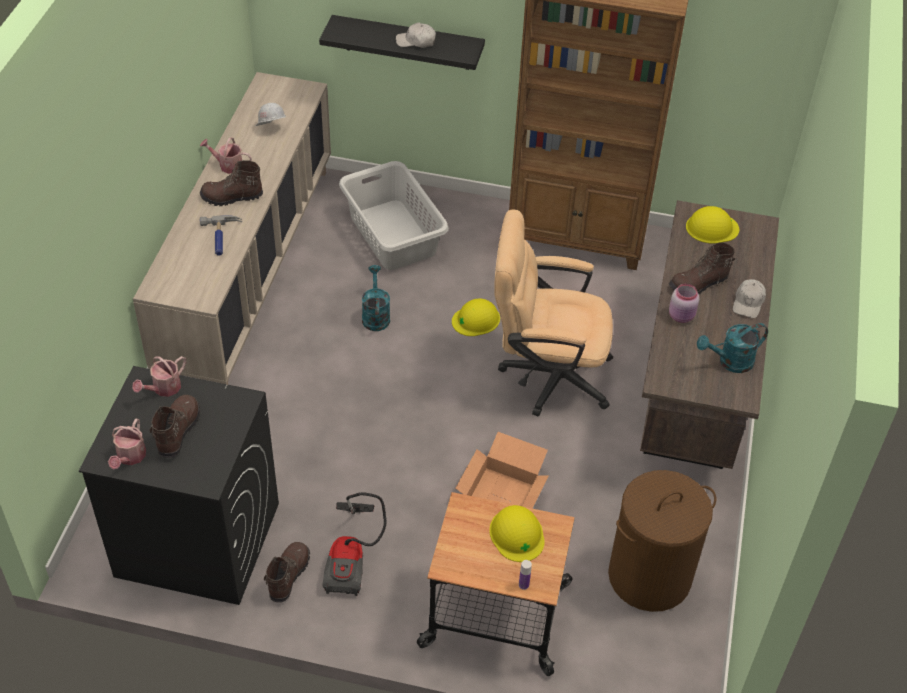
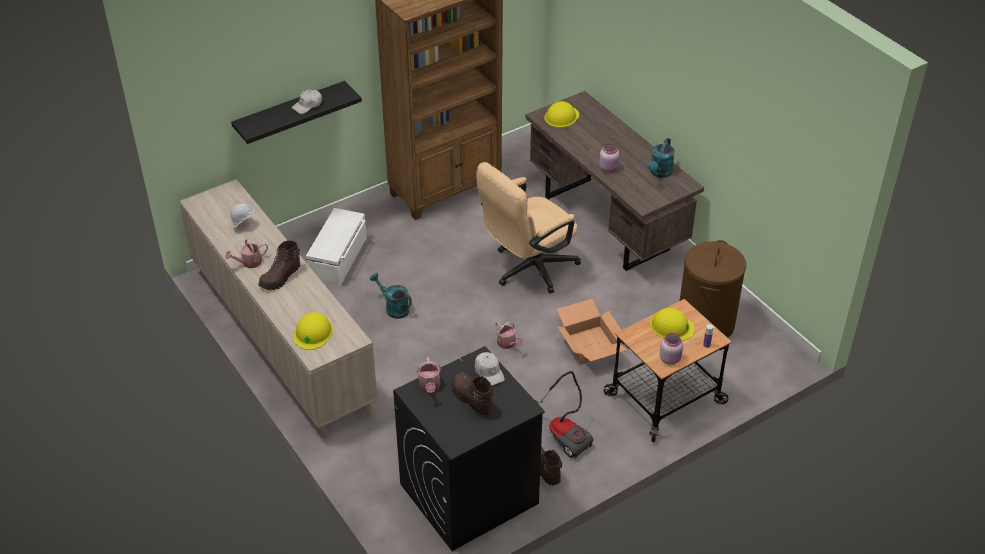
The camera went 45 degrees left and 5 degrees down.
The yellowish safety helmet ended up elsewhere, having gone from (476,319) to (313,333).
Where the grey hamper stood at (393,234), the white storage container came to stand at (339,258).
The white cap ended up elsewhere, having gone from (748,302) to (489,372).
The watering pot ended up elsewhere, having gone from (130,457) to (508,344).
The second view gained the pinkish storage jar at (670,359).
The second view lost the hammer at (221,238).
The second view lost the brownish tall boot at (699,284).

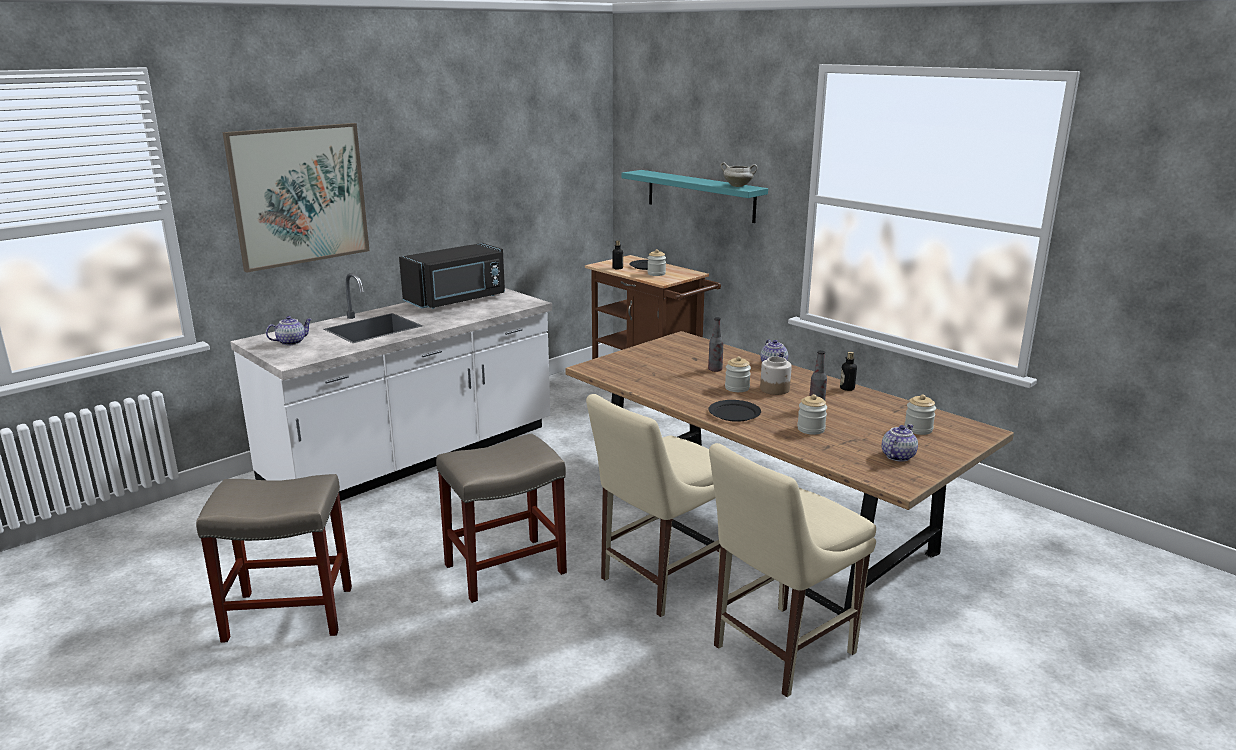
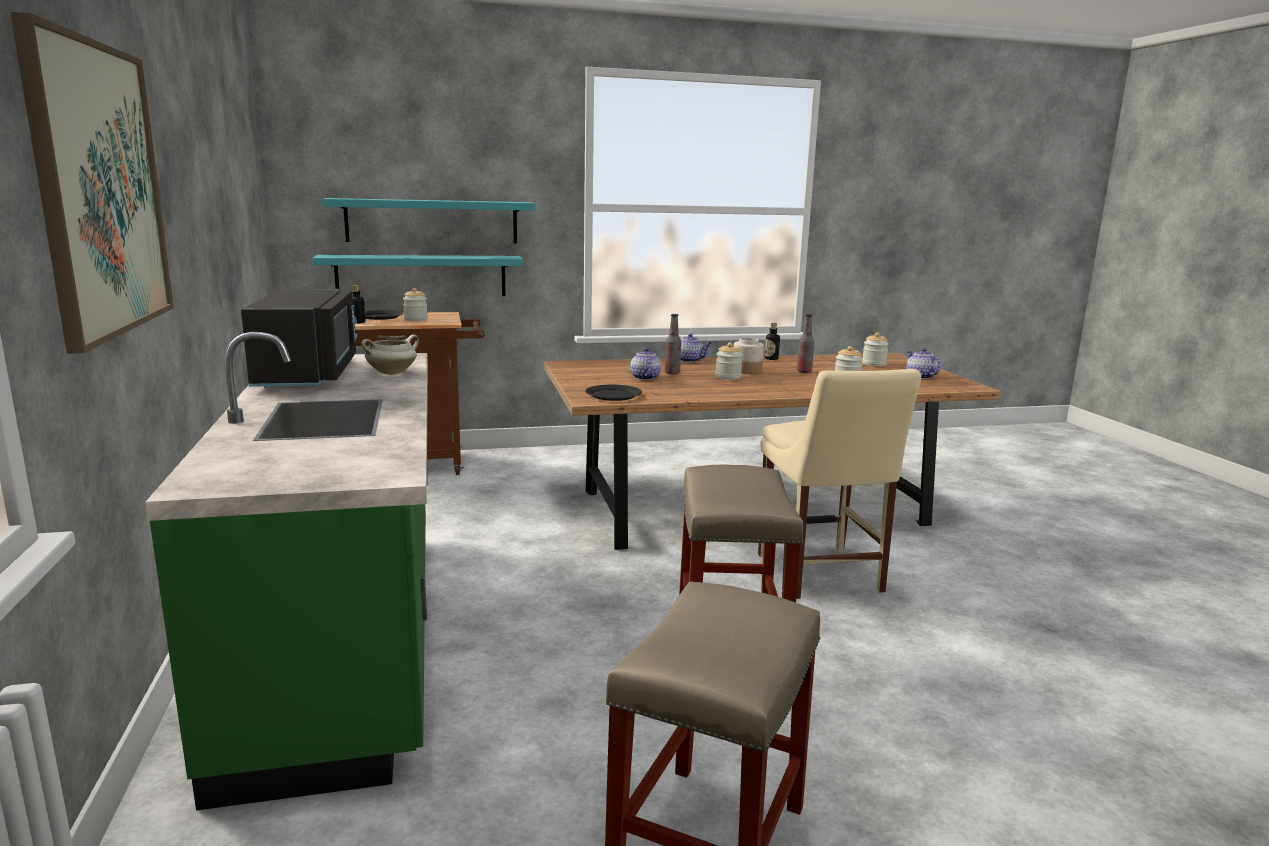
The camera went 60 degrees left and 5 degrees down.
What was the white counter at (414,457) turned into the green counter at (348,634).
The second view gained the blue-green wall shelf at (421,276).
The white cooking pot ended up elsewhere, having gone from (738,186) to (392,373).
The black dinner plate ended up elsewhere, having gone from (735,413) to (613,395).
The teapot ended up elsewhere, having gone from (291,342) to (644,378).
The second view lost the beige upright chair at (778,651).

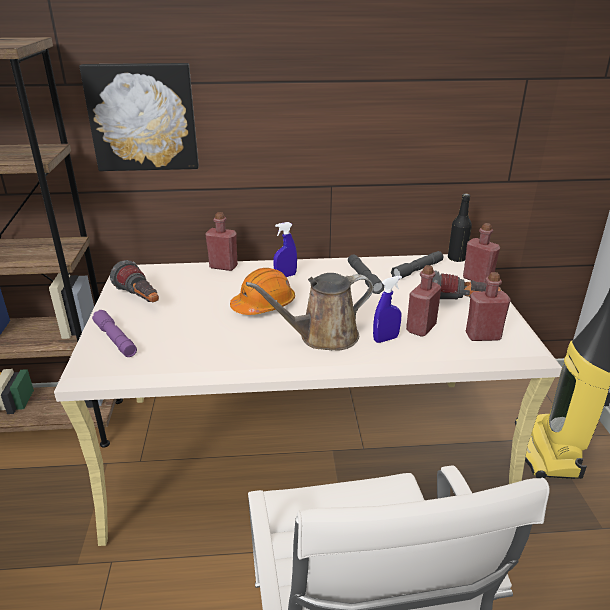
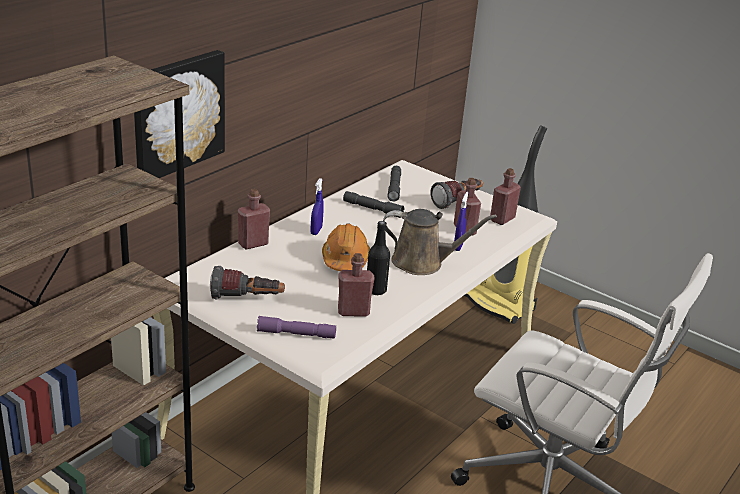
The camera went 50 degrees left and 0 degrees up.
The red-coloured beverage bottle ended up elsewhere, having gone from (477,279) to (353,312).
The black beverage bottle ended up elsewhere, having gone from (456,258) to (376,290).
The brownish watering pot at (323,337) ended up facing another way, 105 degrees counterclockwise from before.

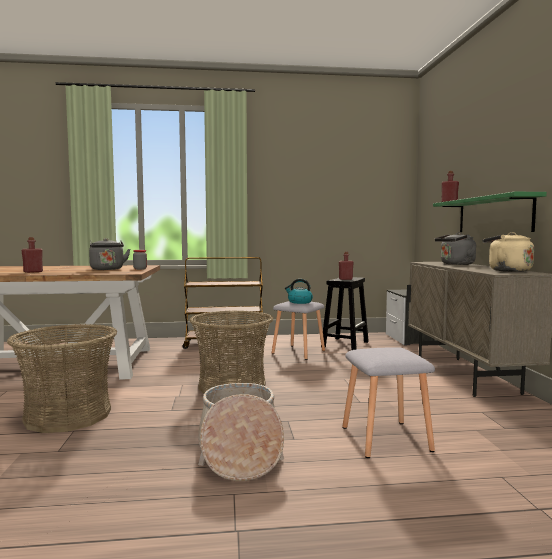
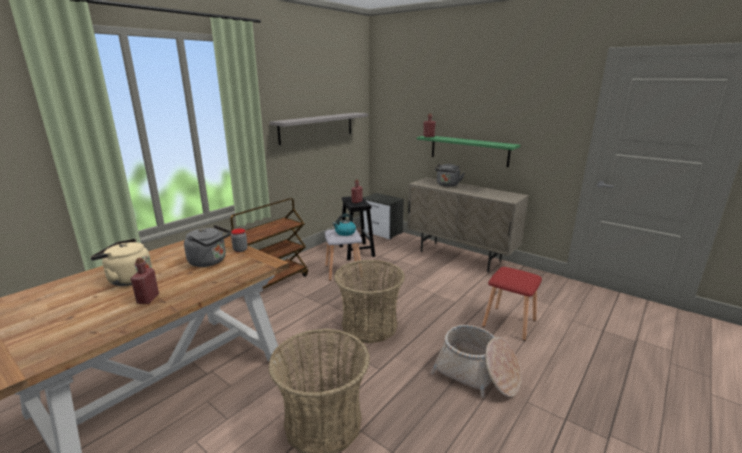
The camera went 45 degrees left and 15 degrees up.
The beige kettle ended up elsewhere, having gone from (506,270) to (127,279).
The second view gained the grey wall shelf at (317,127).
What was the grey stool at (384,438) turned into the red-coloured stool at (508,323).

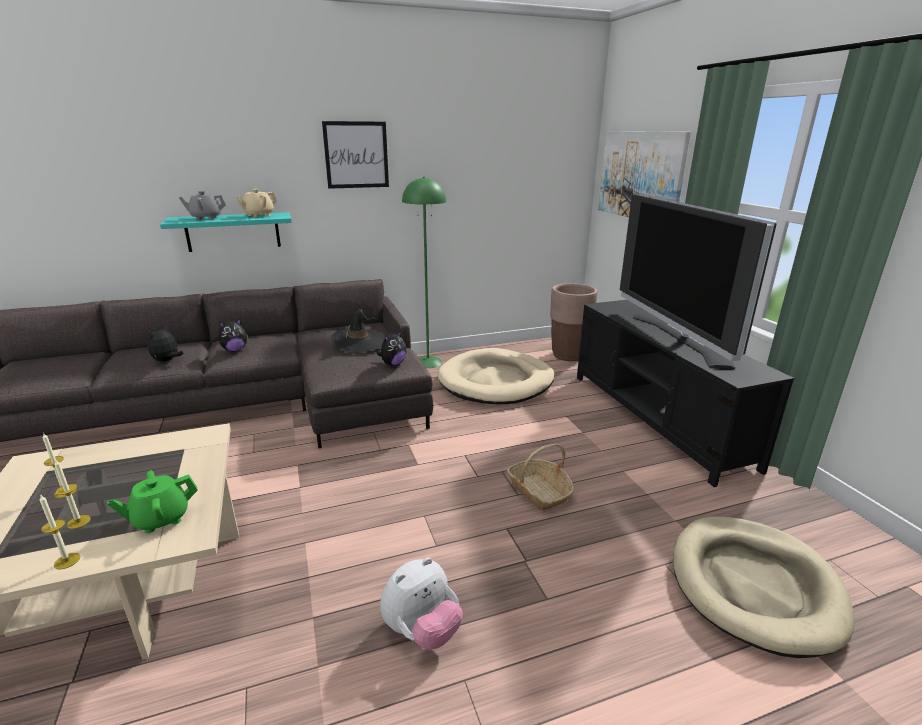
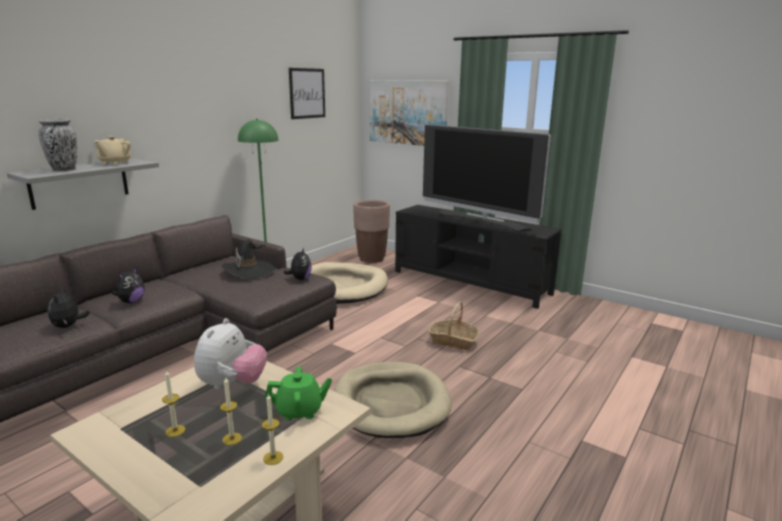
The camera went 35 degrees left and 5 degrees down.
What was the blue-green wall shelf at (233,232) turned into the grey wall shelf at (79,183).
Where the grey teapot stood at (206,218), the decorative vase came to stand at (64,169).
The soft toy ended up elsewhere, having gone from (422,630) to (232,384).
The green teapot at (161,519) ended up facing another way, 120 degrees counterclockwise from before.
The picture ended up elsewhere, having gone from (356,155) to (307,93).
The beige dog cushion ended up elsewhere, having gone from (754,585) to (391,403).

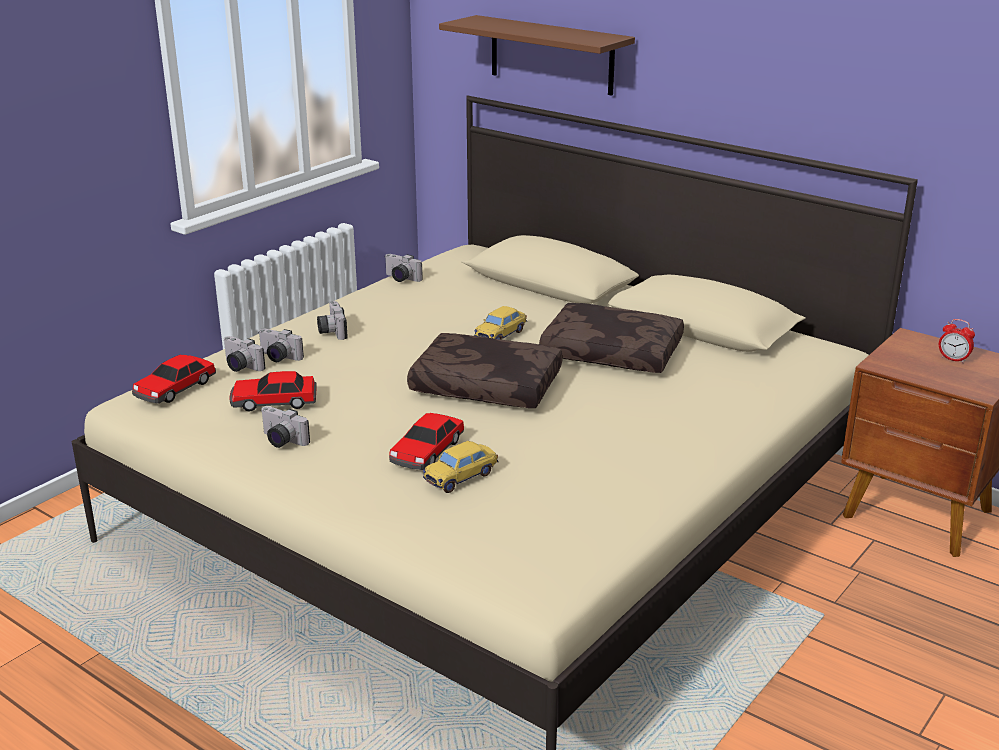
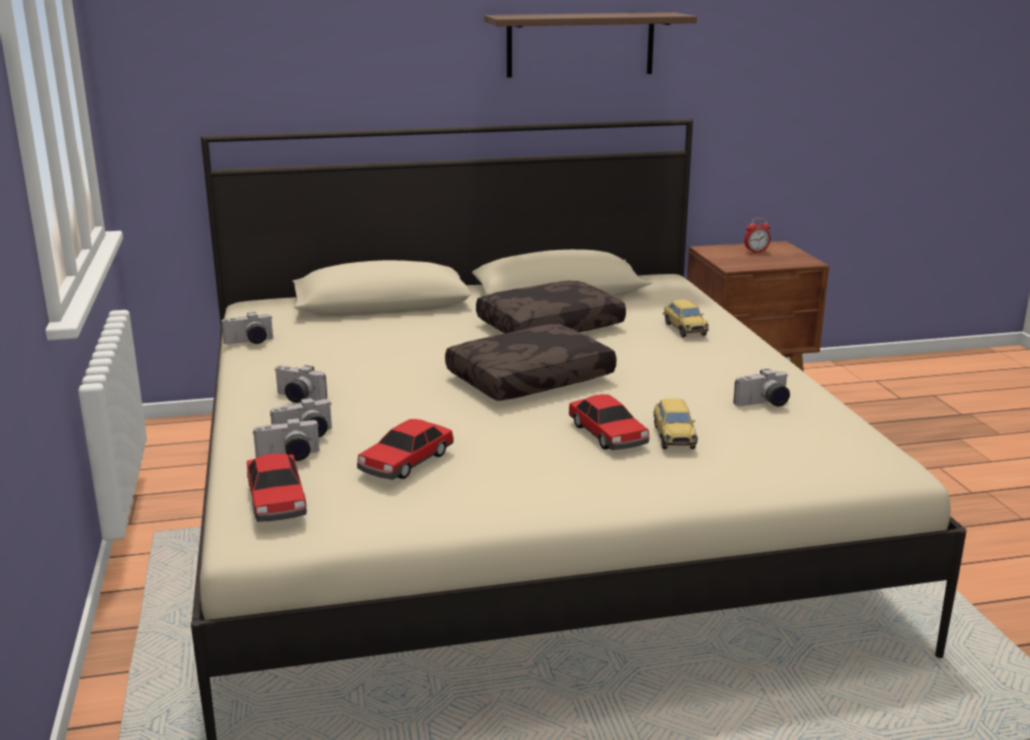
The camera went 50 degrees left and 5 degrees down.
The brownish wall shelf ended up elsewhere, having gone from (551,55) to (580,44).
The model car ended up elsewhere, having gone from (501,335) to (684,329).
The photo camera ended up elsewhere, having gone from (281,441) to (764,404).

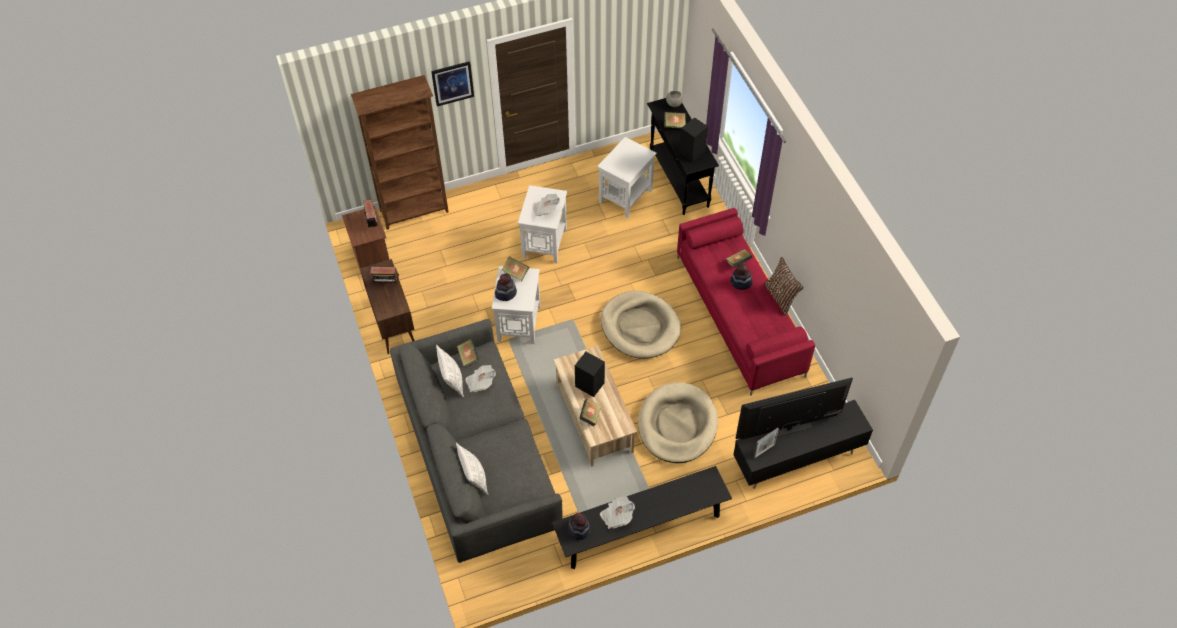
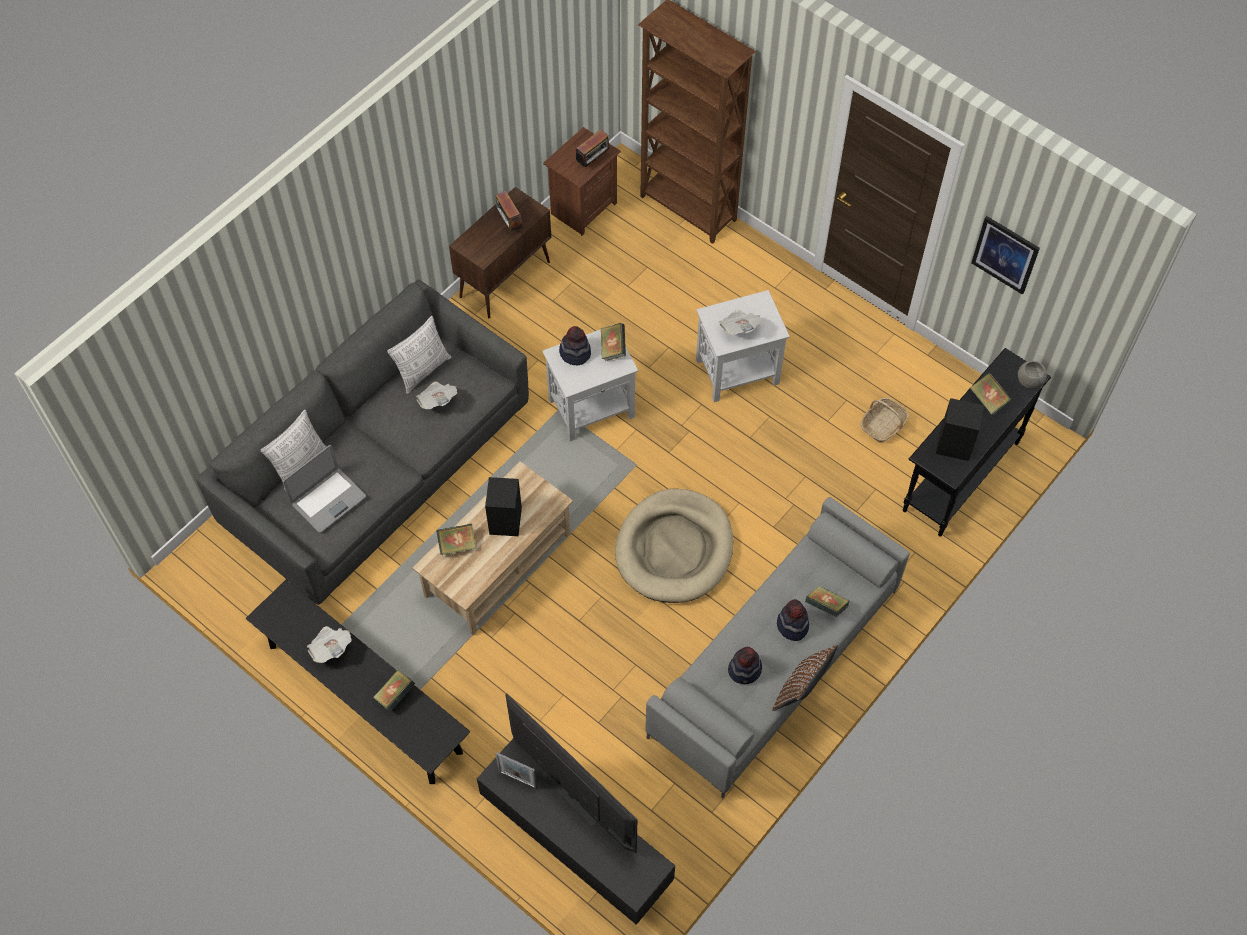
The camera went 60 degrees right and 5 degrees up.
The second view gained the laptop at (328,500).
The book ended up elsewhere, having gone from (468,357) to (395,695).
What was the red-coloured sofa at (740,316) turned into the grey sofa at (774,664).
The clothing hat ended up elsewhere, having gone from (579,529) to (745,670).
Where the white side table stood at (625,196), the household basket came to stand at (883,425).
The picture ended up elsewhere, having gone from (452,83) to (1005,254).
The second view lost the beige dog cushion at (677,425).

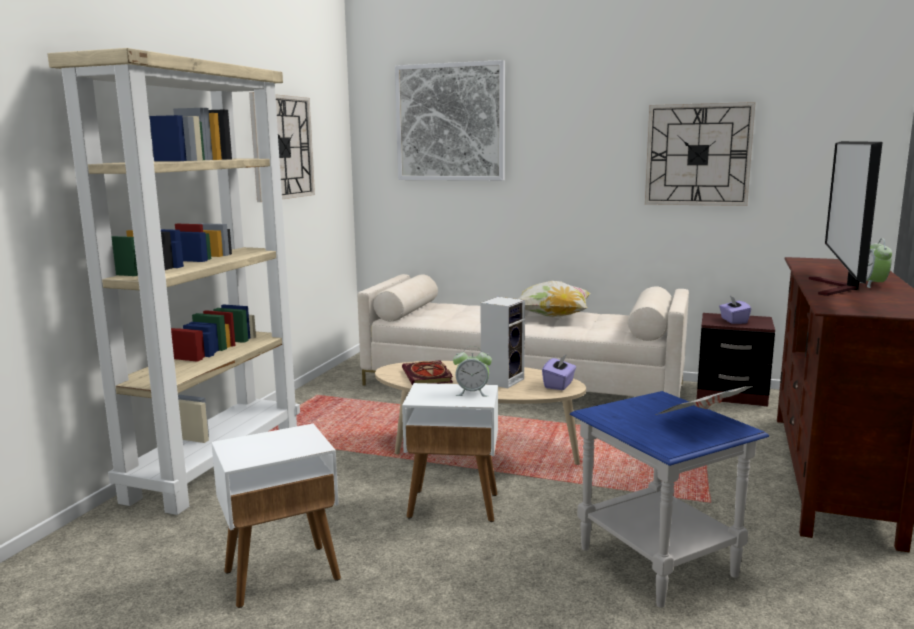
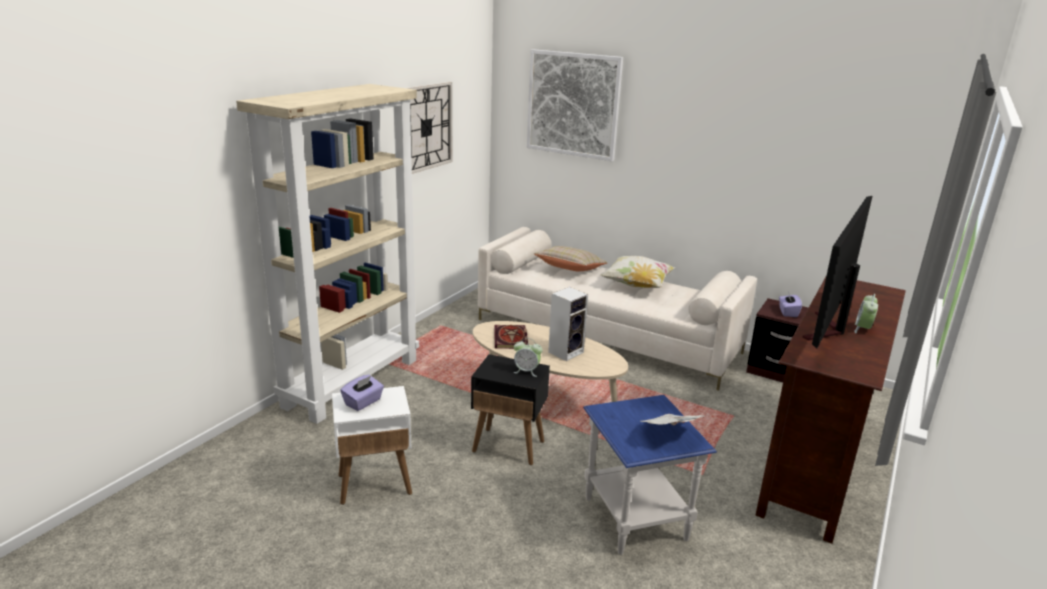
The camera went 10 degrees right and 10 degrees up.
The purple tissue holder ended up elsewhere, having gone from (559,385) to (363,402).
What was the white side table at (454,505) turned into the black side table at (509,446).
The second view gained the beige cushion at (570,270).
The second view lost the clock on the wall at (698,155).

